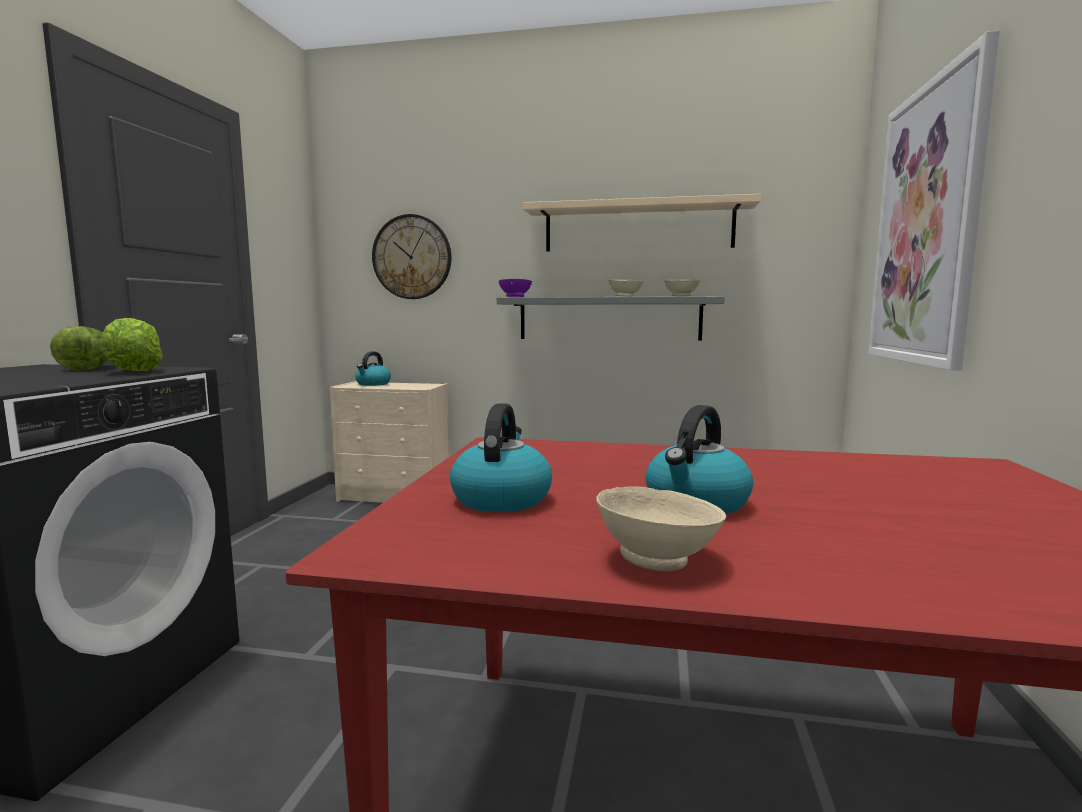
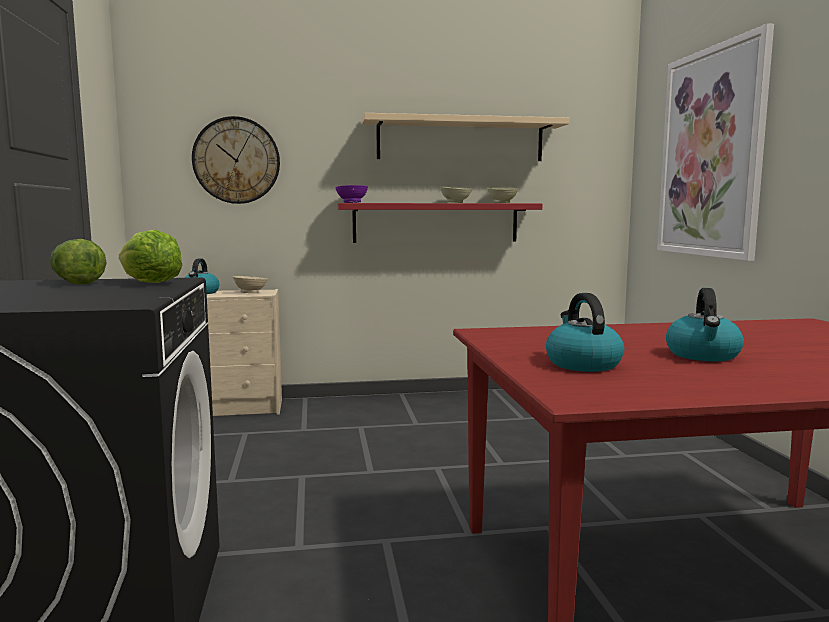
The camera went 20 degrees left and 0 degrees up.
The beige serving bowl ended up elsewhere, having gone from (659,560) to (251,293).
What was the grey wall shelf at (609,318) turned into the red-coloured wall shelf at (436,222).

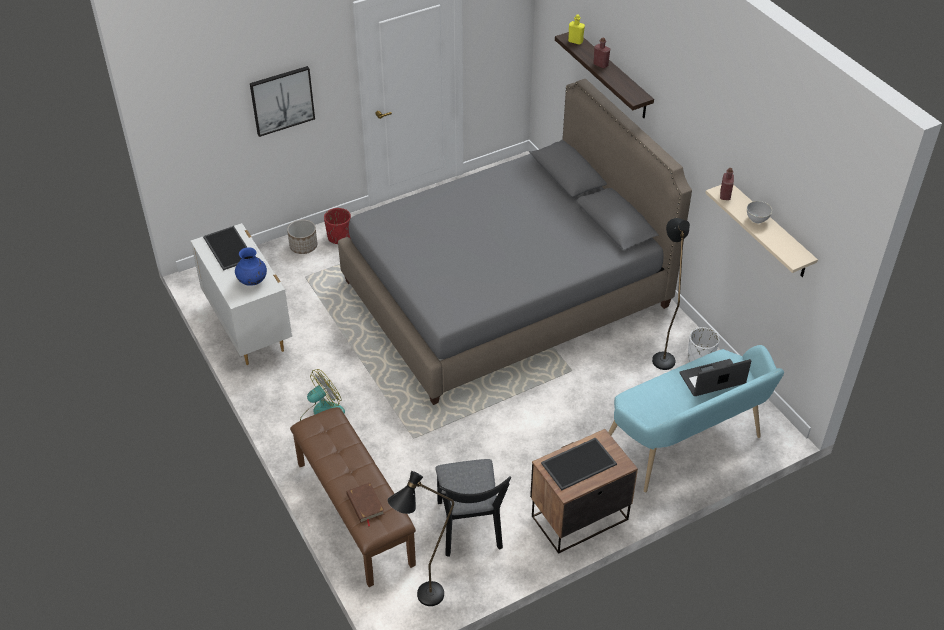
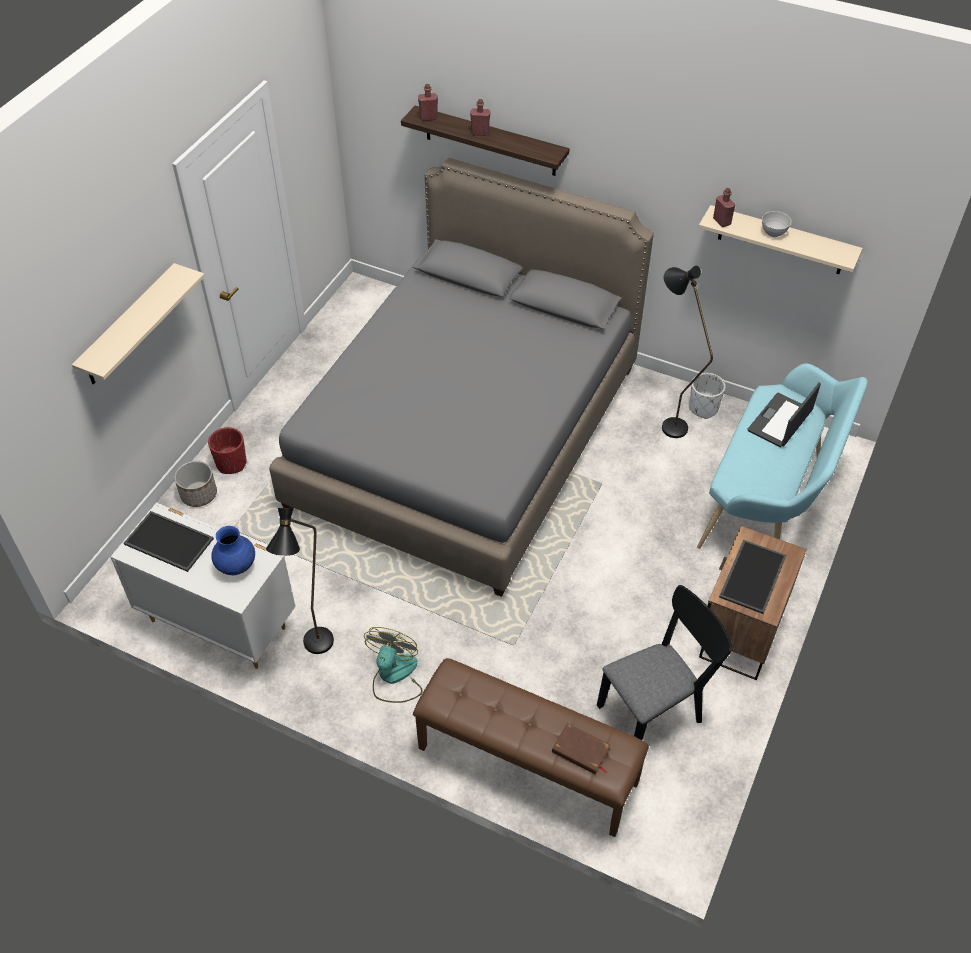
The camera went 35 degrees left and 5 degrees up.
Where the picture hung at (282,100), the beige wall shelf came to hang at (129,326).
The black floor lamp ended up elsewhere, having gone from (423,601) to (316,651).
What was the yellowish beverage bottle at (575,41) turned into the red-coloured beverage bottle at (428,118).
The black upright chair at (469,530) ended up facing another way, 75 degrees counterclockwise from before.

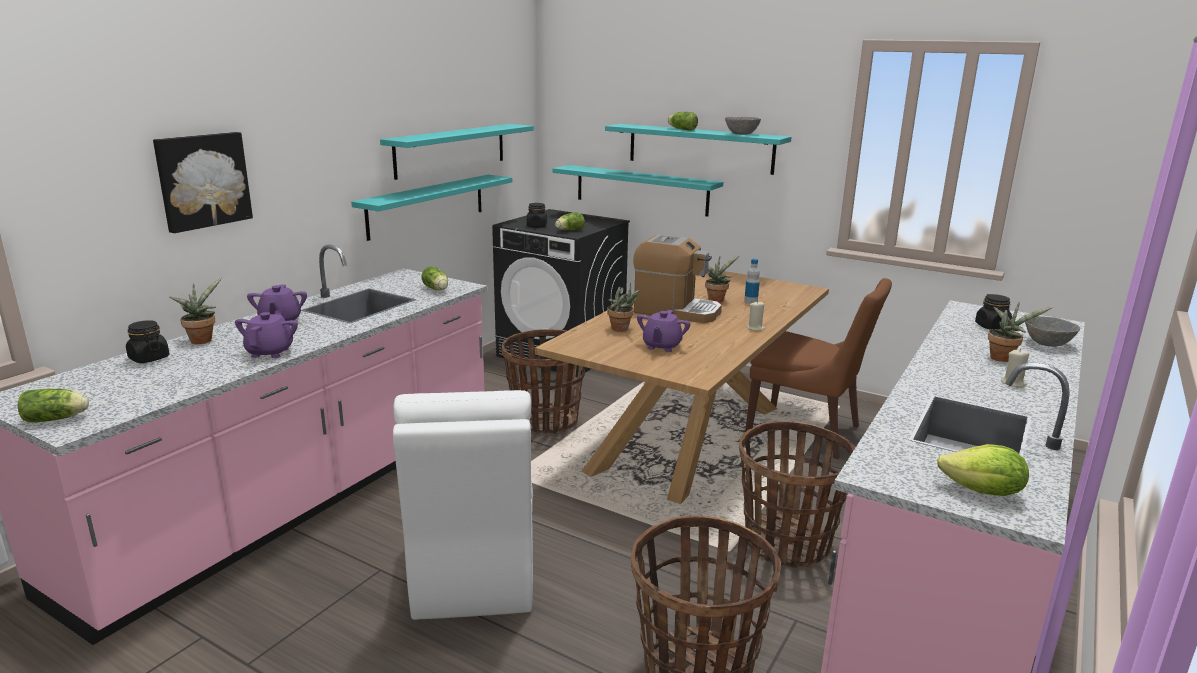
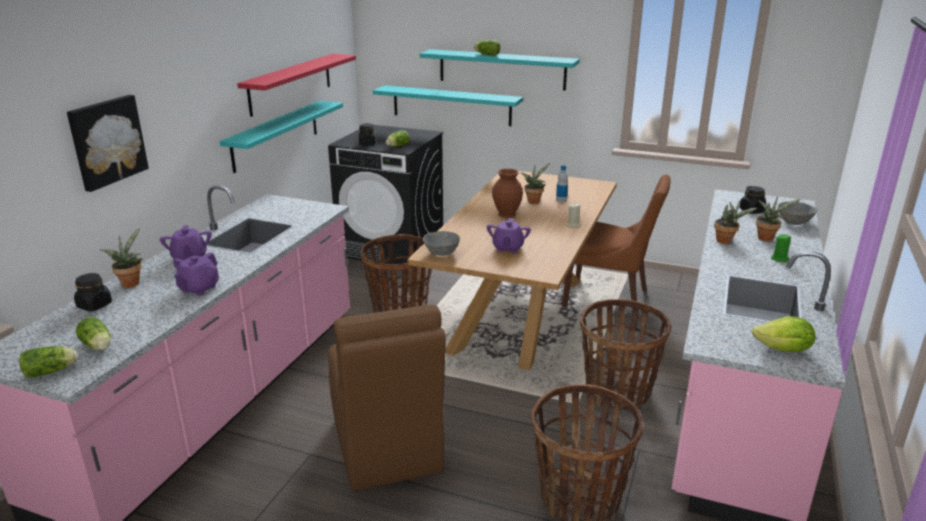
The camera went 10 degrees left and 5 degrees up.
The head of lettuce ended up elsewhere, having gone from (436,289) to (98,346).
The purple teapot at (270,352) ended up facing another way, 150 degrees counterclockwise from before.
What was the blue-green wall shelf at (451,150) turned into the red-coloured wall shelf at (291,83).
What was the white upright chair at (473,573) turned into the brownish upright chair at (386,447).
The grey serving bowl ended up elsewhere, having gone from (741,134) to (441,253).
Where the coffee machine stood at (676,311), the brownish decorative vase came to stand at (506,214).
The potted plant ended up elsewhere, having gone from (622,329) to (726,241).
What was the beige candle at (1013,383) turned into the green candle at (779,259).

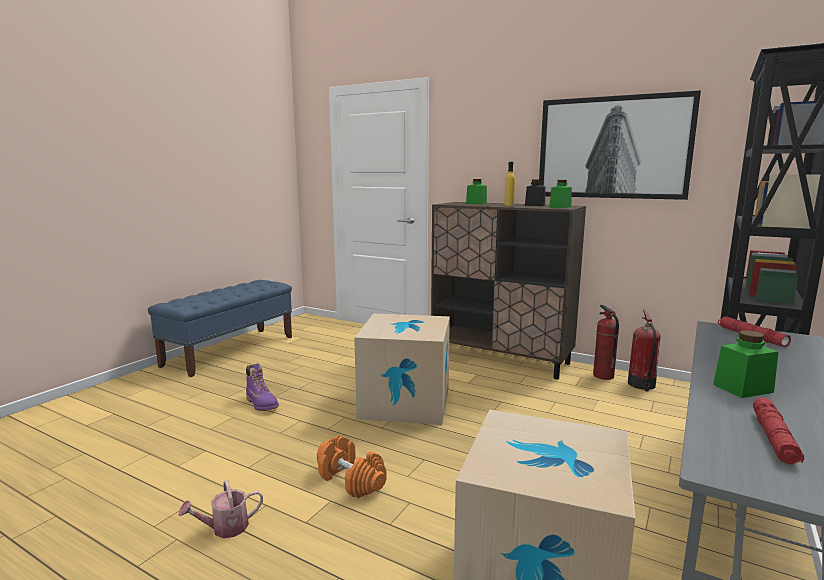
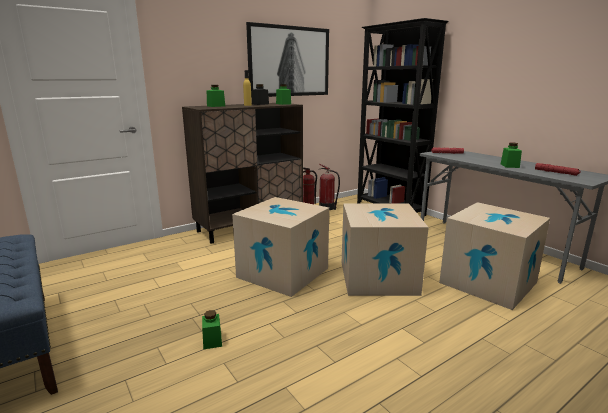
The camera went 65 degrees left and 5 degrees up.
Where the purple tall boot stood at (262,404), the green storage jar came to stand at (212,340).
The second view gained the packing box at (378,277).
The second view lost the watering pot at (225,528).
The second view lost the orangey dumbbell at (350,480).

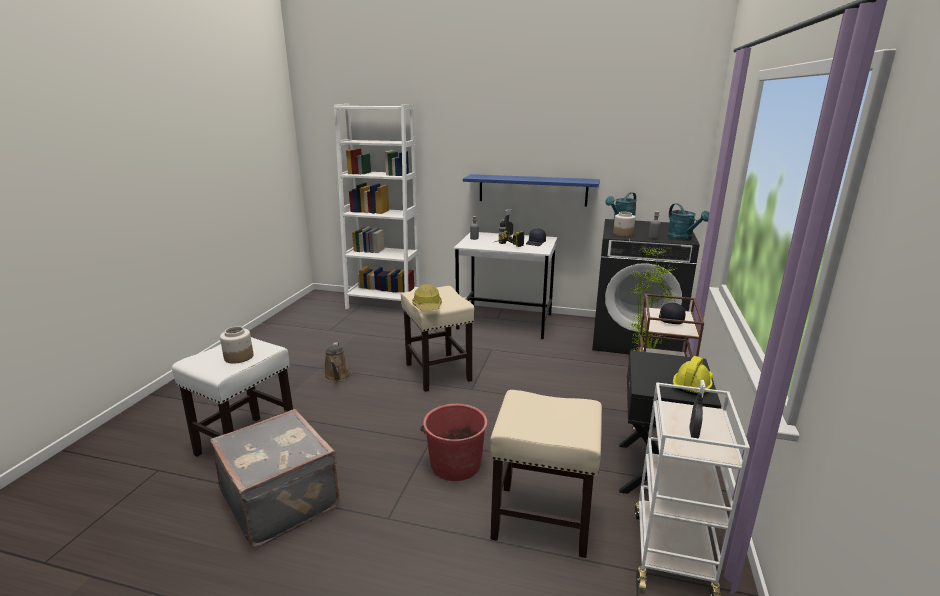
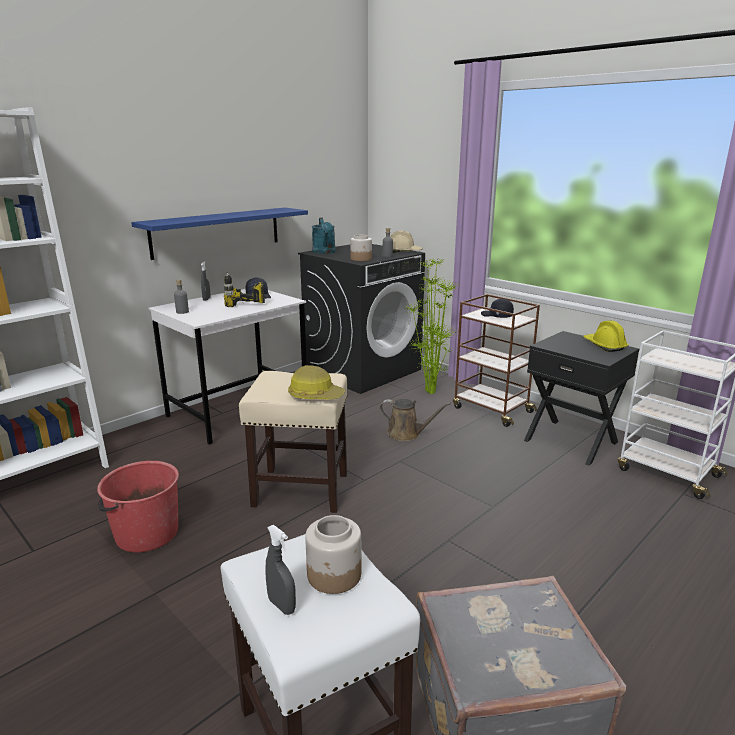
The camera went 60 degrees left and 0 degrees up.
The red-coloured pail ended up elsewhere, having gone from (455,464) to (146,533).
The grey hand sprayer ended up elsewhere, having gone from (693,433) to (281,605).
The brownish watering pot ended up elsewhere, having gone from (337,376) to (407,434).
Where the blue-green watering pot stood at (683,238), the beige safety helmet came to stand at (404,252).
The second view lost the beige stool at (543,519).

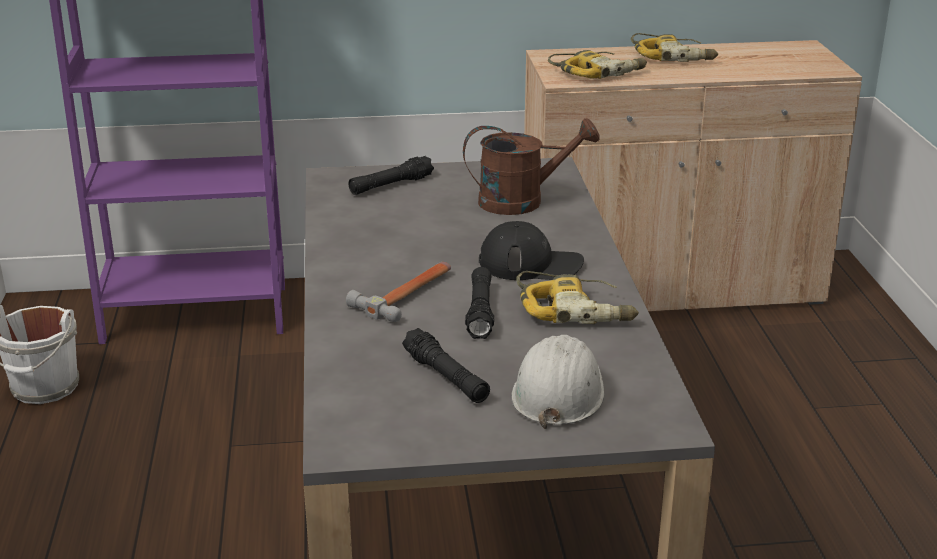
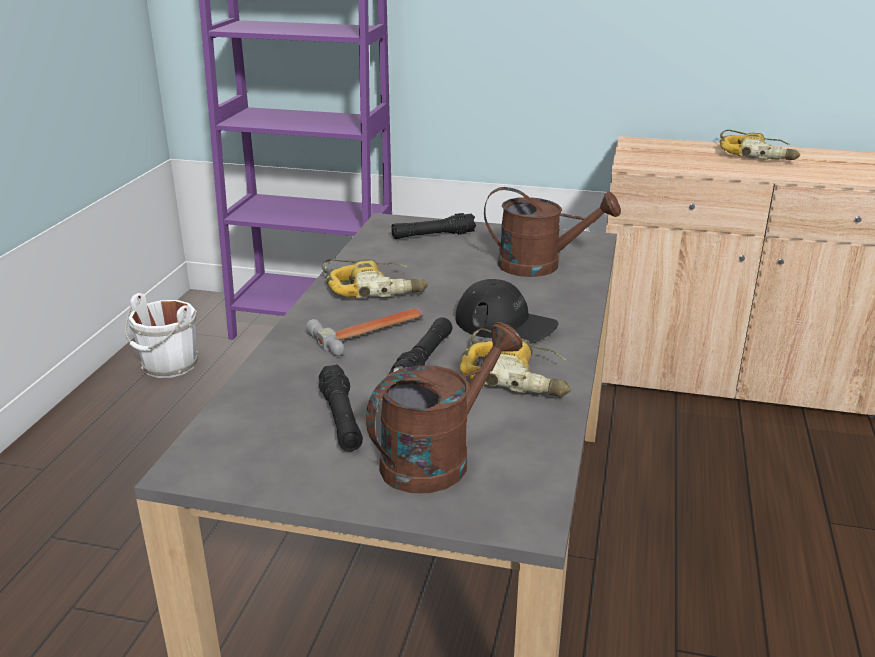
The camera went 20 degrees right and 0 degrees up.
The drill ended up elsewhere, having gone from (598,72) to (374,288).
Where the white safety helmet stood at (558,392), the brownish watering pot came to stand at (437,457).

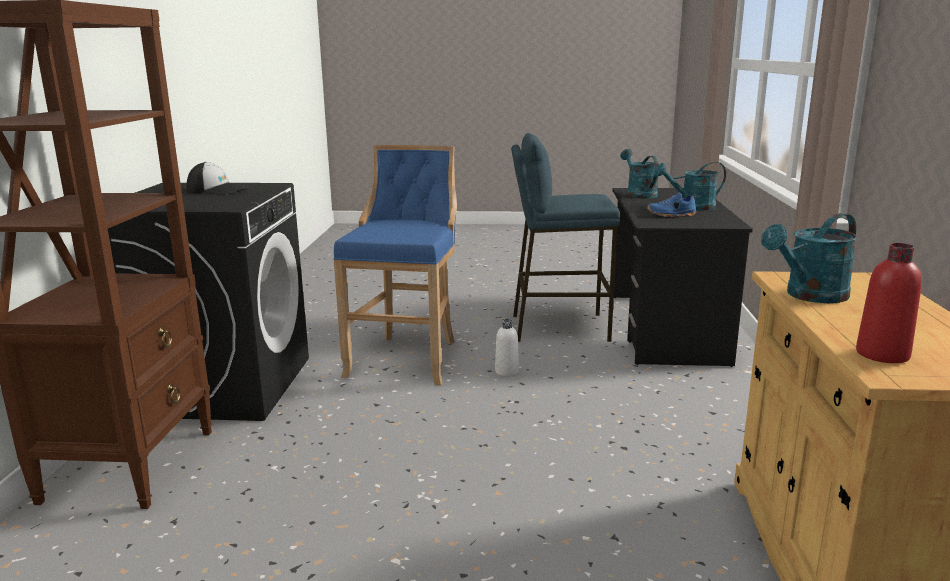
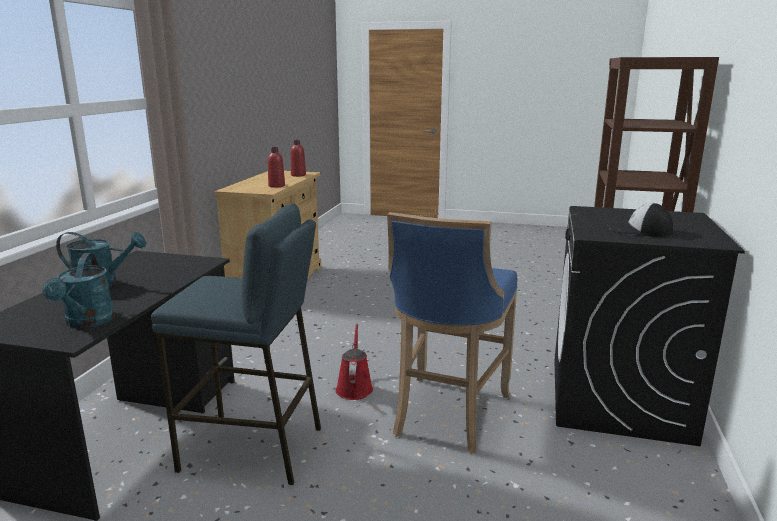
The camera went 170 degrees left and 0 degrees up.
Where the blue-green watering pot stood at (809,296), the red-coloured beverage bottle came to stand at (276,186).
Where the white beverage bottle stood at (506,371), the red-coloured watering pot came to stand at (354,387).
The second view lost the blue-coloured shoe at (671,215).

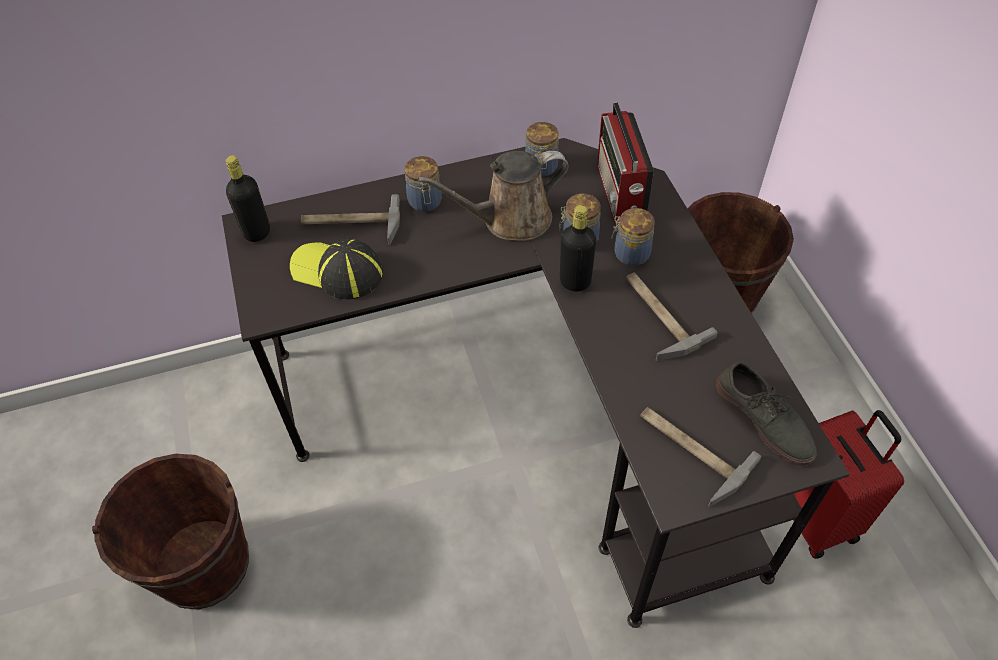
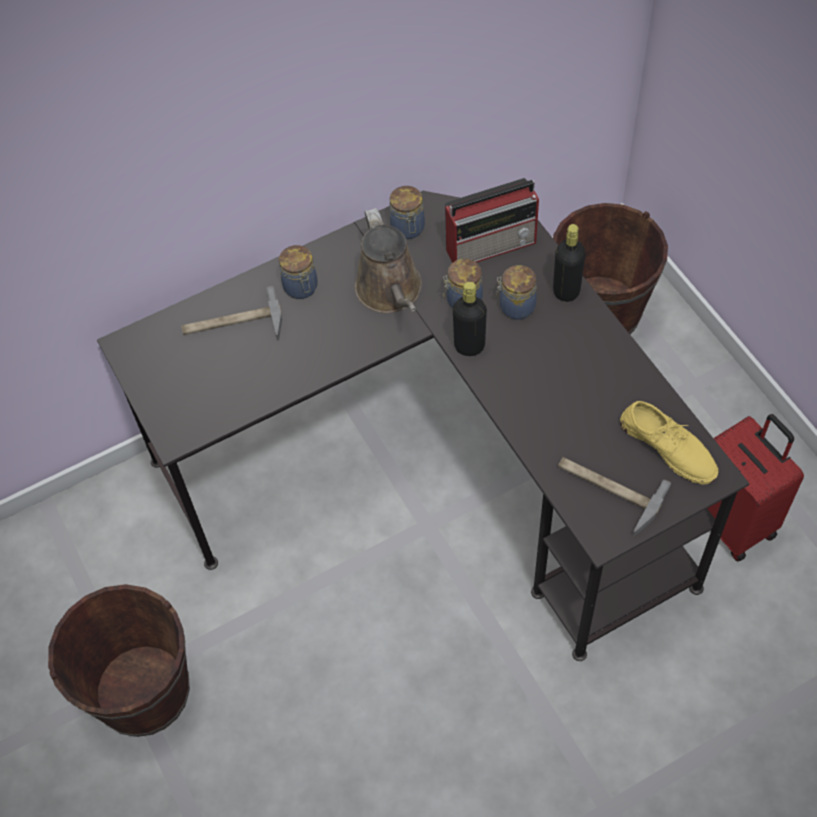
The camera went 10 degrees left and 5 degrees up.
The brownish watering pot at (510,220) ended up facing another way, 75 degrees counterclockwise from before.
The radio at (620,194) ended up facing another way, 90 degrees counterclockwise from before.
The black beverage bottle ended up elsewhere, having gone from (257,232) to (566,291).
What was the grey shoe at (765,418) turned into the yellowish shoe at (668,447).
The second view lost the cap at (337,271).
The second view lost the hammer at (657,315).

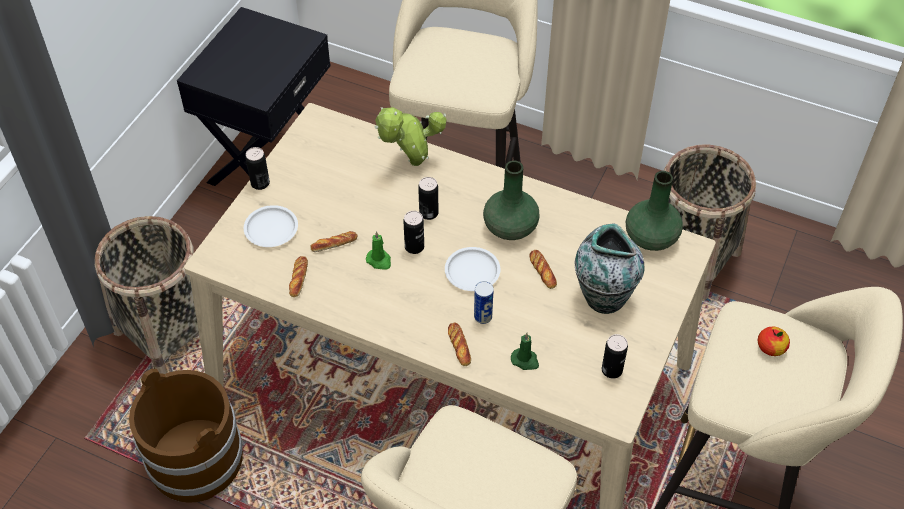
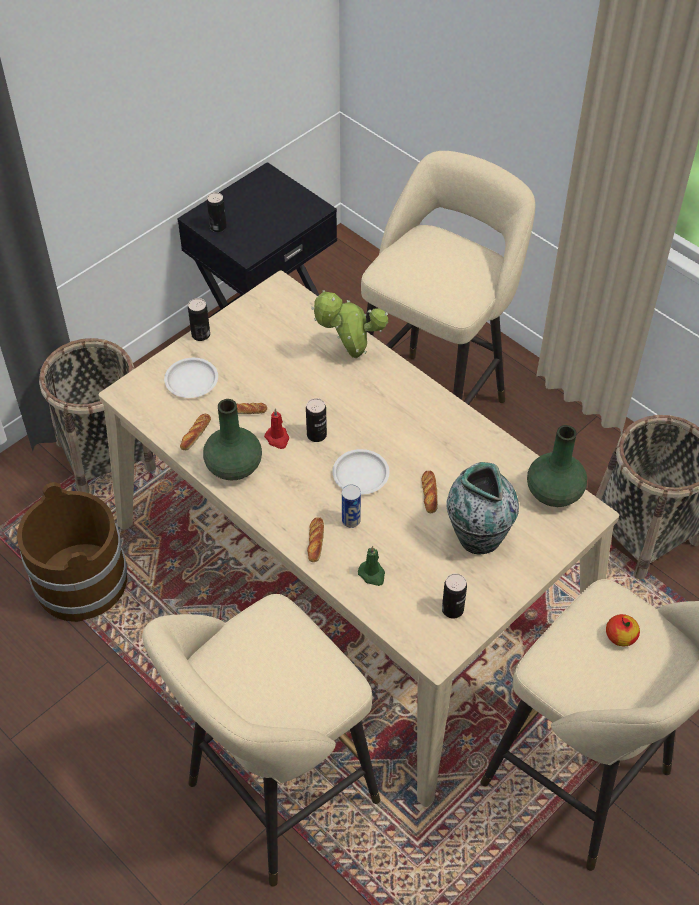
The camera went 20 degrees right and 0 degrees up.
The green decorative vase ended up elsewhere, having gone from (510,228) to (233,467).
The sealed can ended up elsewhere, having gone from (428,213) to (218,227).
What was the green candle at (379,260) turned into the red-coloured candle at (277,438).

